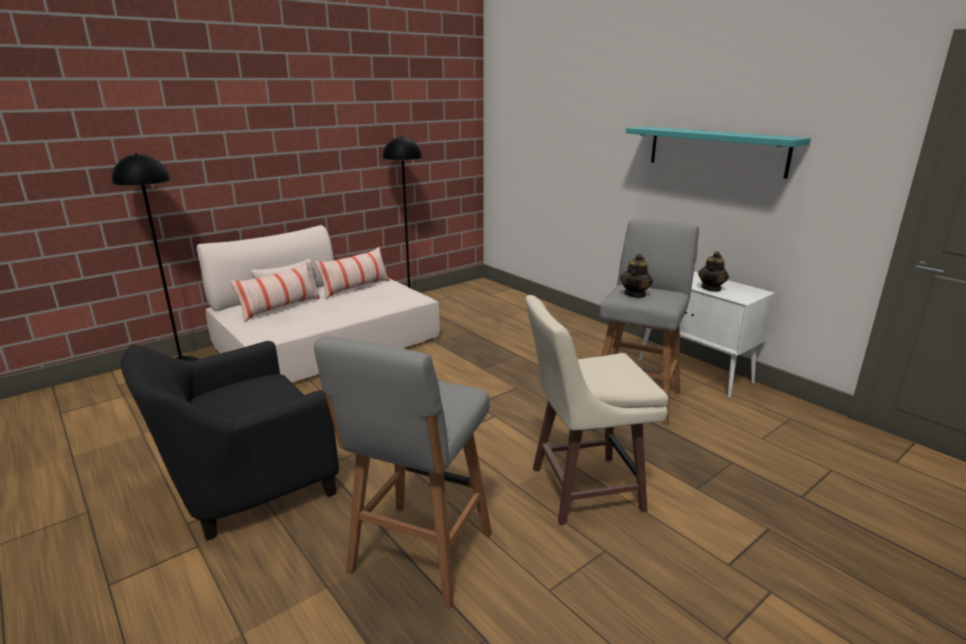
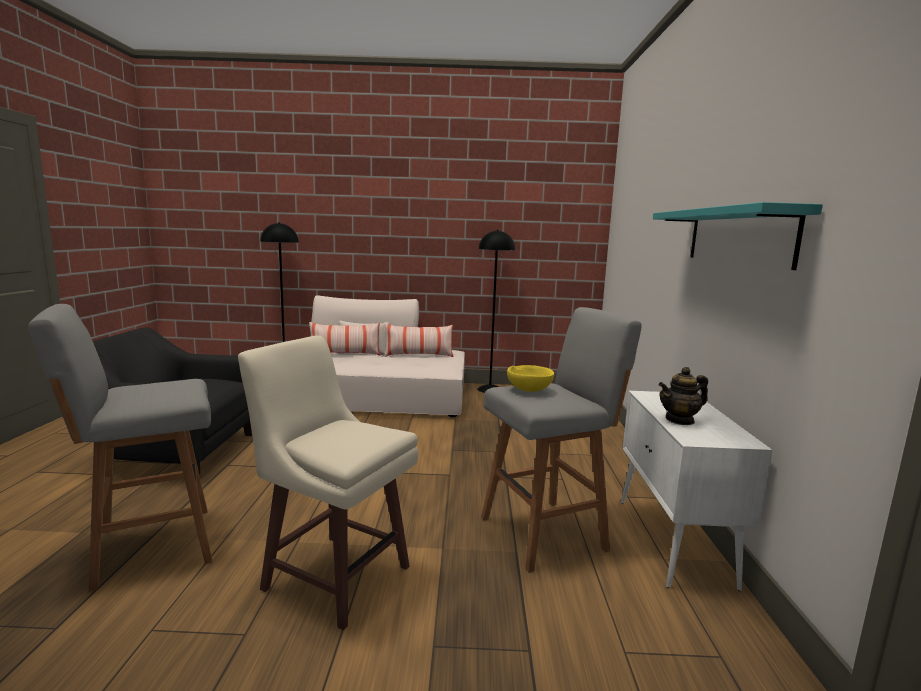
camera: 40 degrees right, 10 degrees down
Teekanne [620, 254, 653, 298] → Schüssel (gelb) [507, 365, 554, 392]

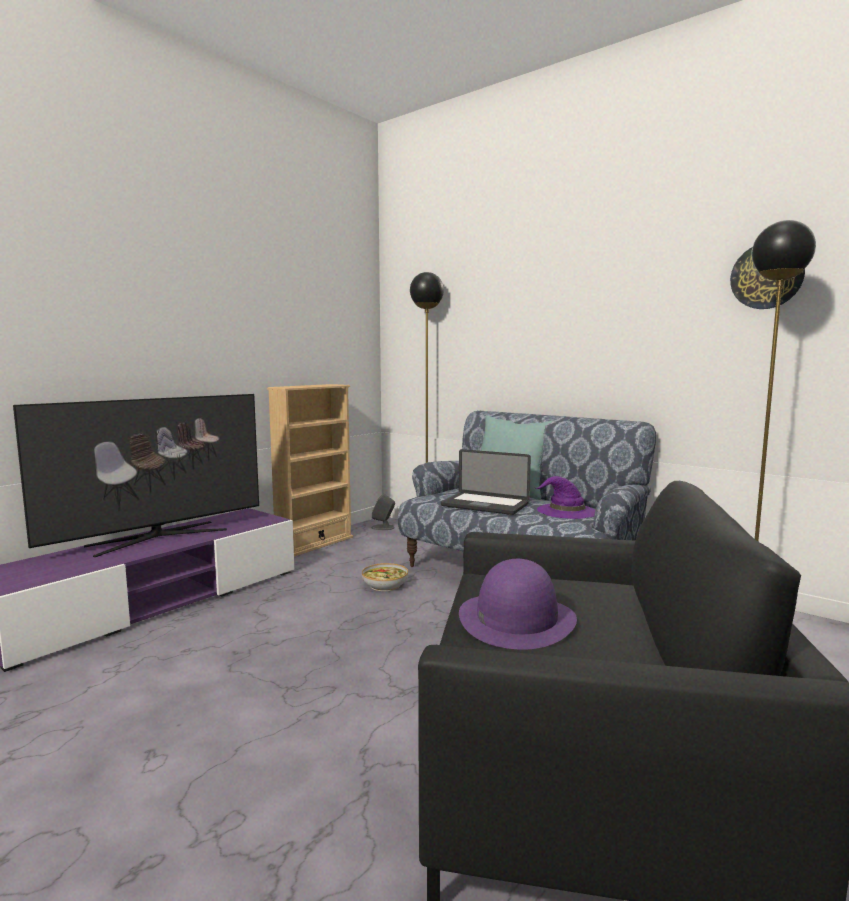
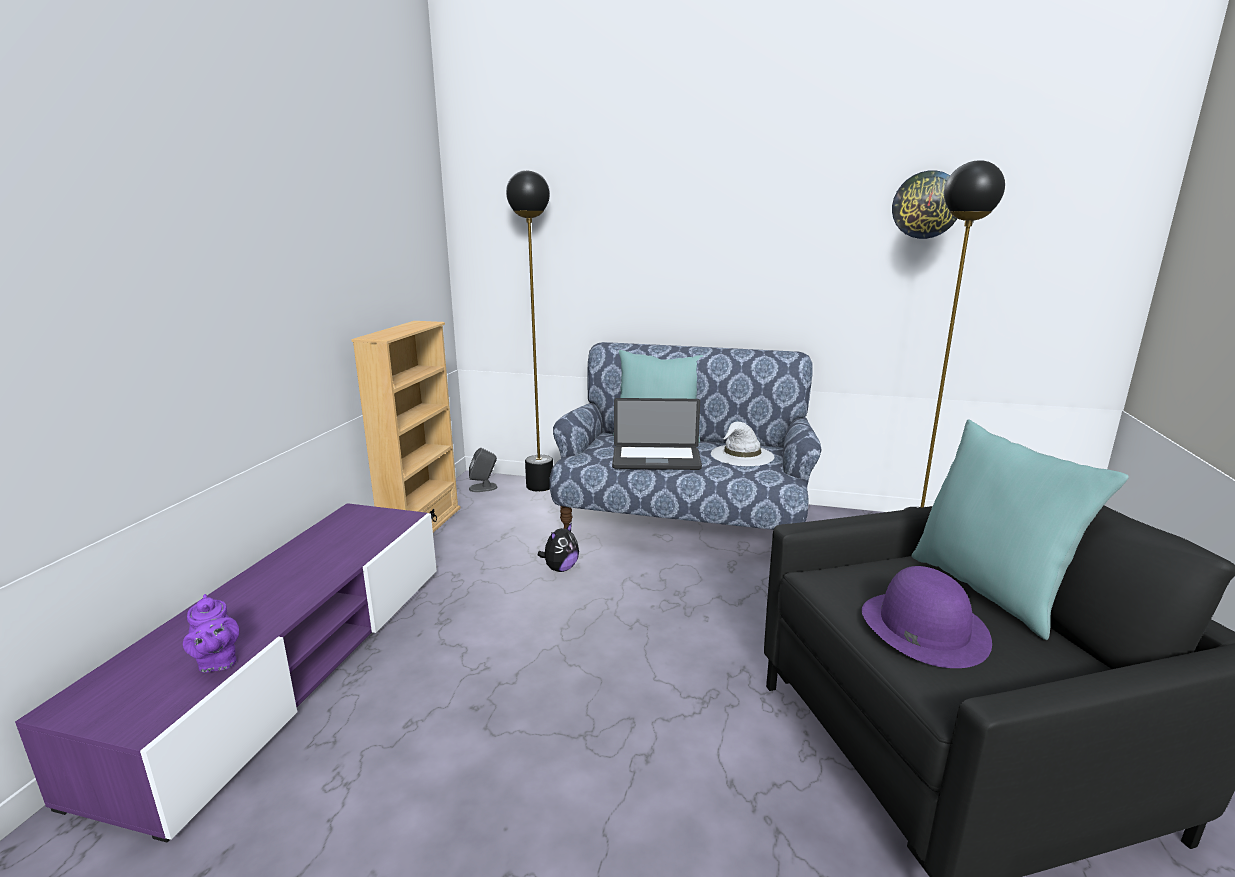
camera: 25 degrees left, 10 degrees up
Fernseher [13, 394, 259, 557] → -
Schüssel [362, 563, 408, 591] → Plüschtier [537, 522, 579, 572]
Hut (lila) [535, 476, 595, 519] → Hut (weiß) [711, 422, 774, 466]
- → Teekanne (lila) [183, 594, 239, 673]
- → Kissen (türkis) [912, 419, 1129, 640]

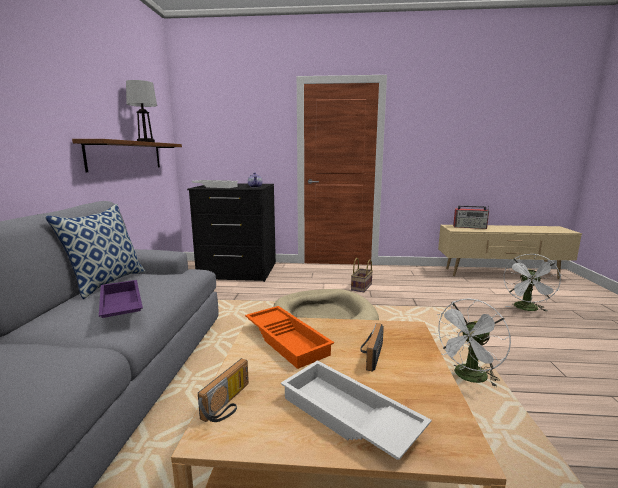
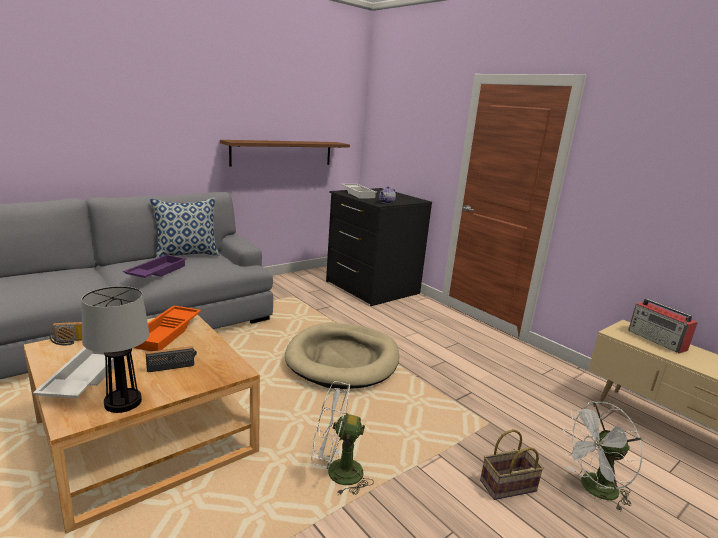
camera: 45 degrees right, 5 degrees up
Tischlampe [126, 80, 157, 142] → Tischlampe [81, 286, 149, 413], move
Korb [351, 258, 373, 292] → Korb [480, 429, 544, 500], move

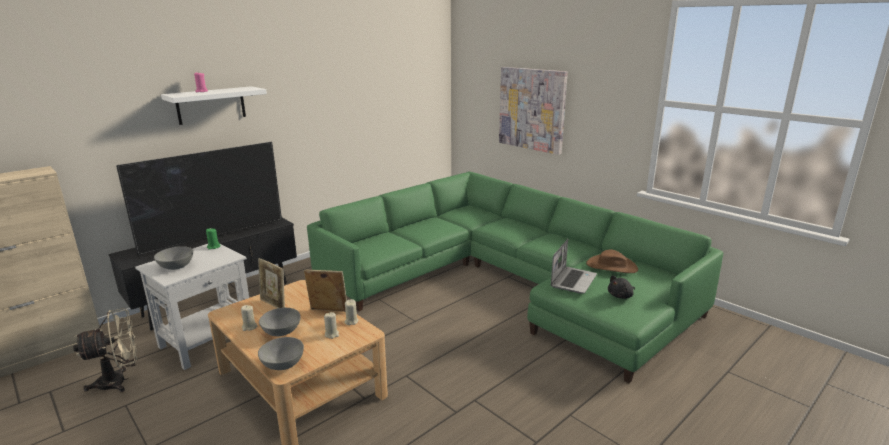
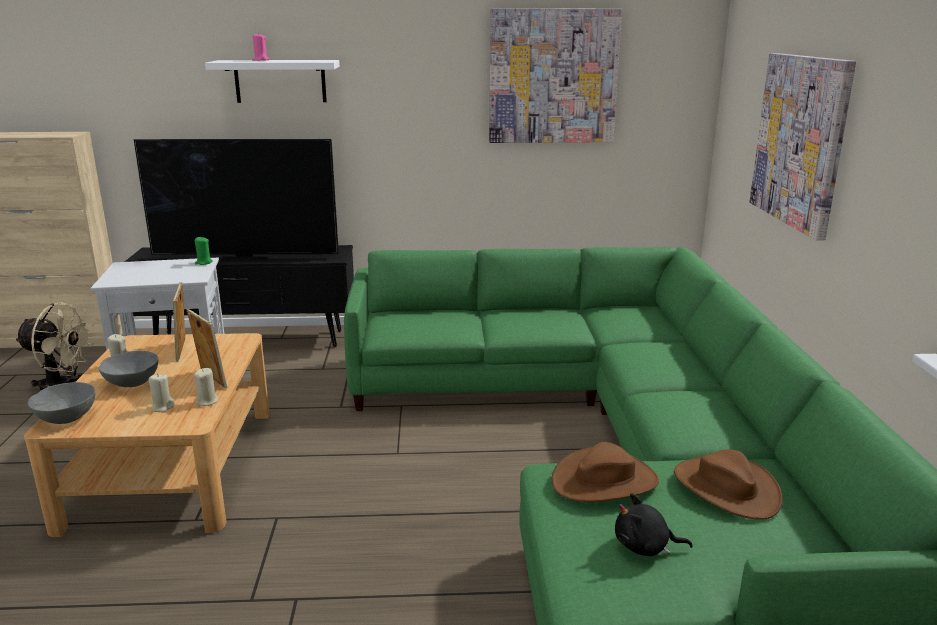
camera: 40 degrees right, 0 degrees up
Schüssel (grau) [154, 246, 193, 270] → -
Laptop [551, 239, 597, 293] → Hut (braun) [551, 442, 659, 502]
- → Bild [489, 9, 622, 143]

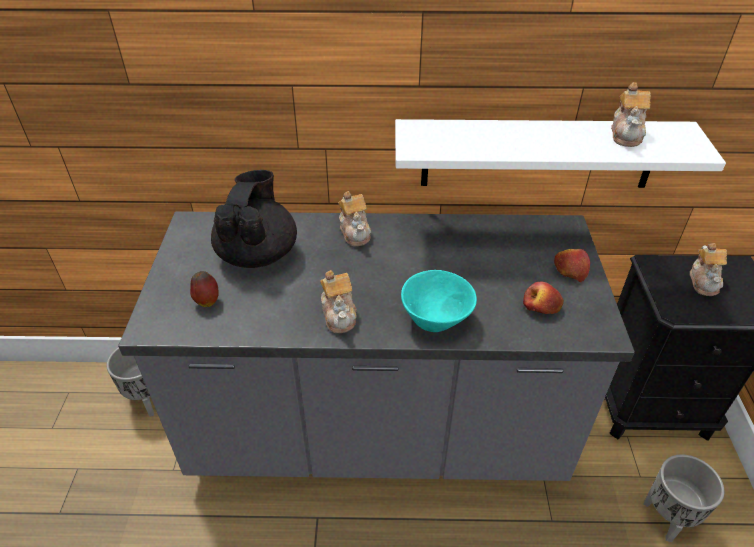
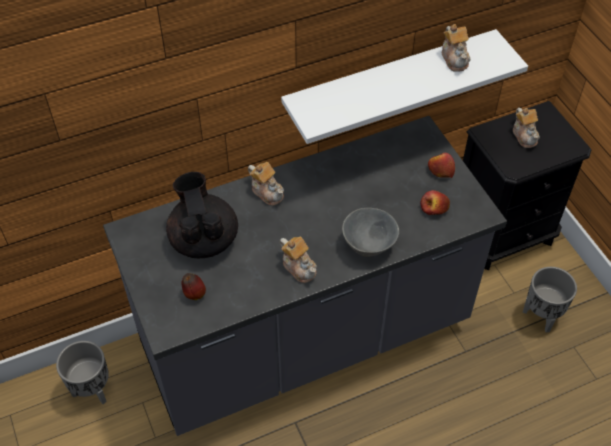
camera: 25 degrees left, 10 degrees up
Schüssel (türkis) [401, 270, 477, 332] → Schüssel (grau) [342, 208, 399, 257]

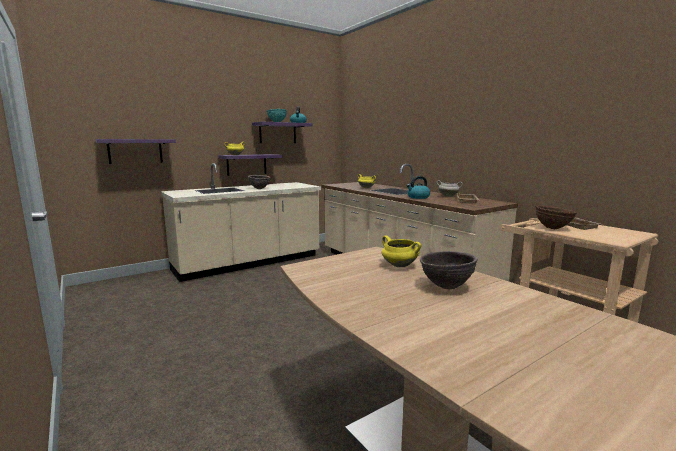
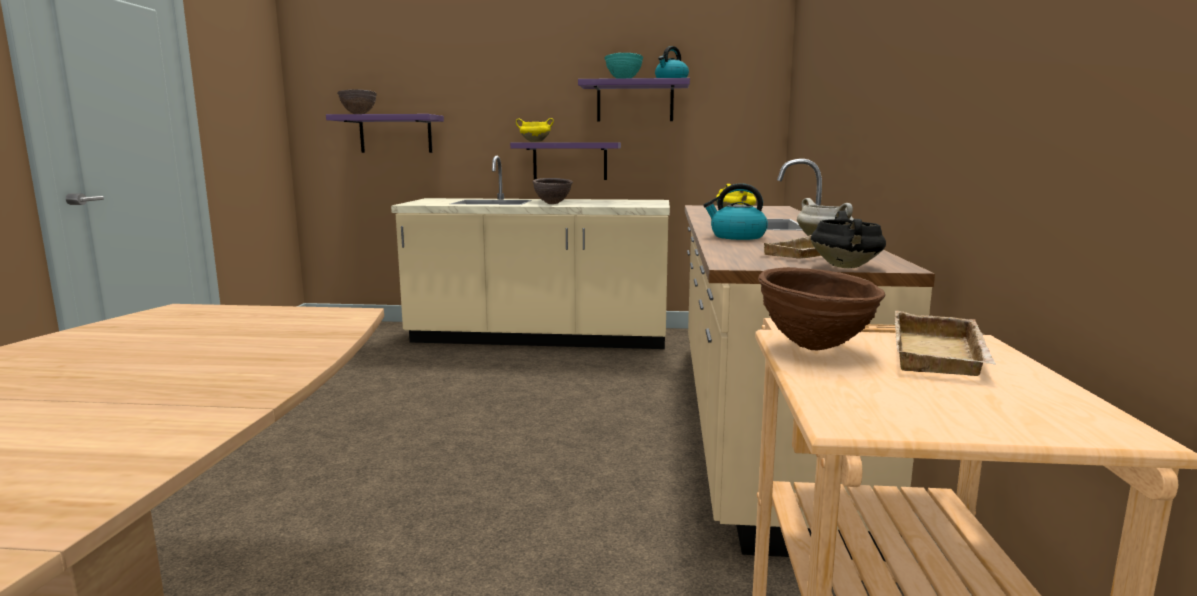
camera: 40 degrees right, 0 degrees up
Kochtopf (gelb) [382, 235, 421, 267] → -
Schüssel (braun) [420, 251, 478, 290] → Schüssel (braun) [337, 89, 377, 114], move
- → Kochtopf (schwarz) [811, 211, 886, 268]

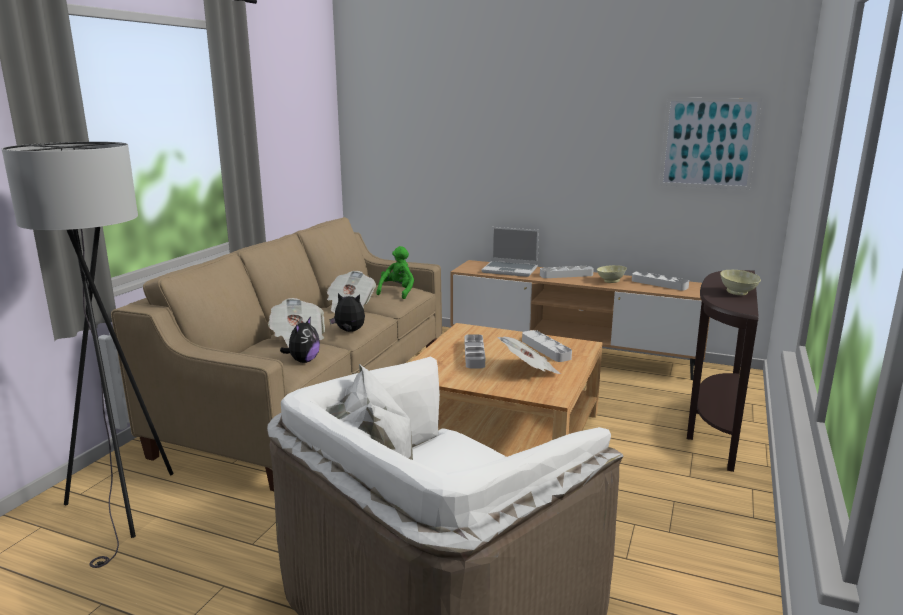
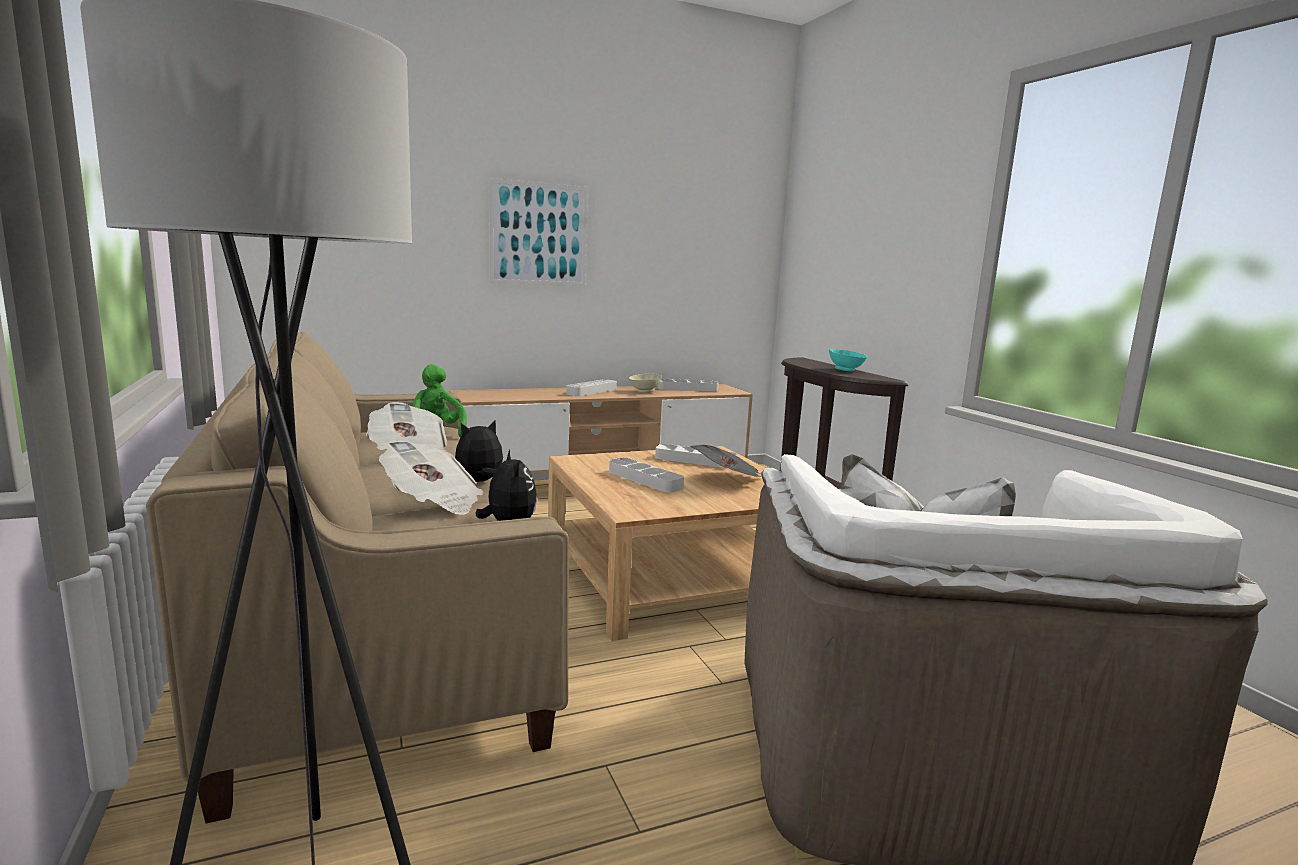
camera: 45 degrees left, 5 degrees down
Laptop [482, 227, 539, 277] → -
Bild [659, 98, 762, 190] → Bild [489, 178, 588, 286], move
Schüssel (beige) [720, 270, 761, 295] → Schüssel (türkis) [829, 349, 867, 371]

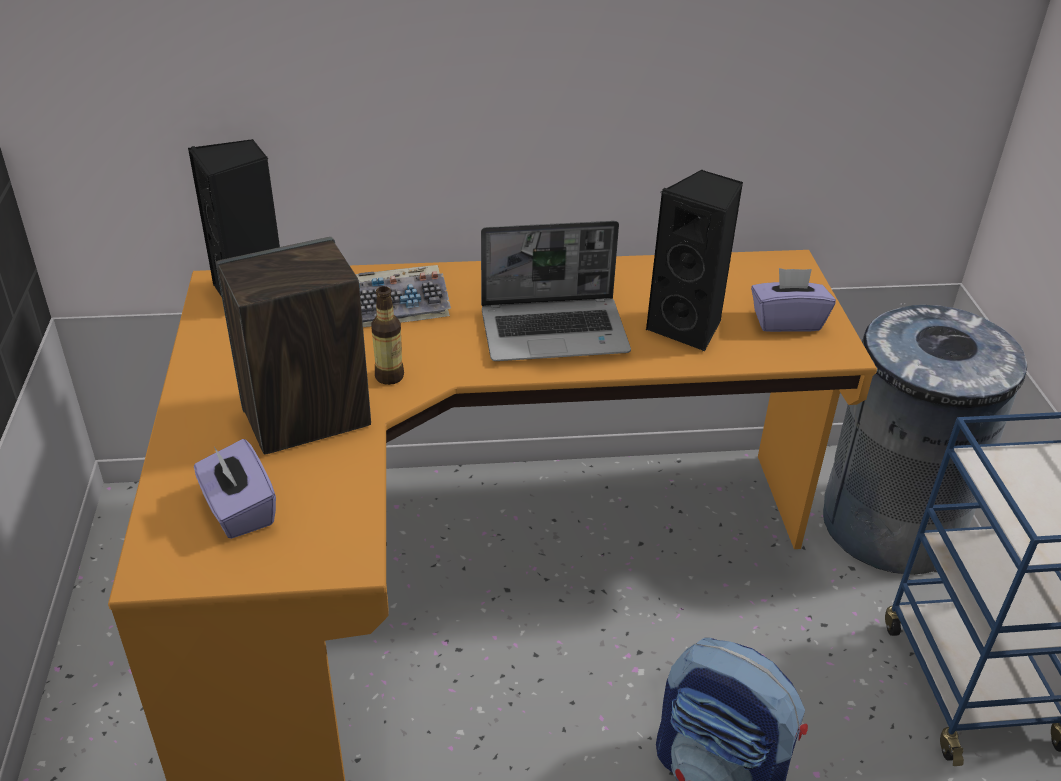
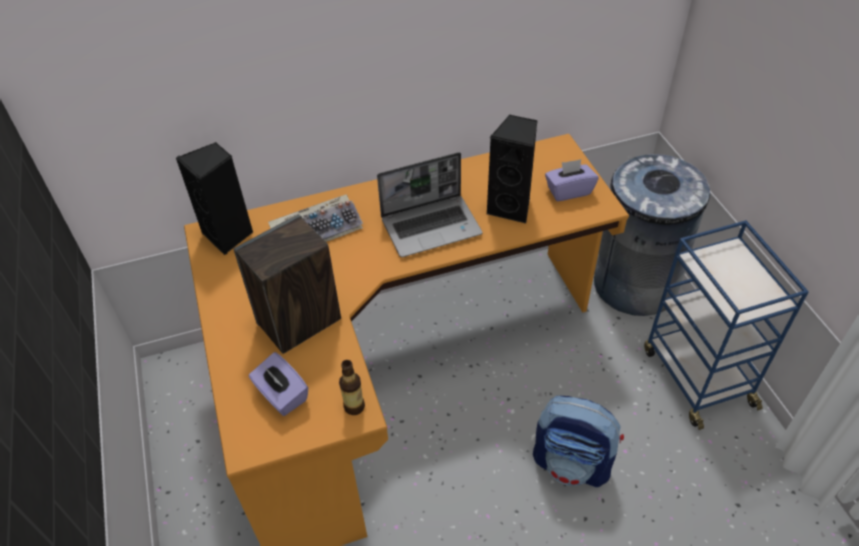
camera: 10 degrees left, 10 degrees up
Flasche [371, 286, 404, 385] → Flasche [339, 360, 365, 415], move

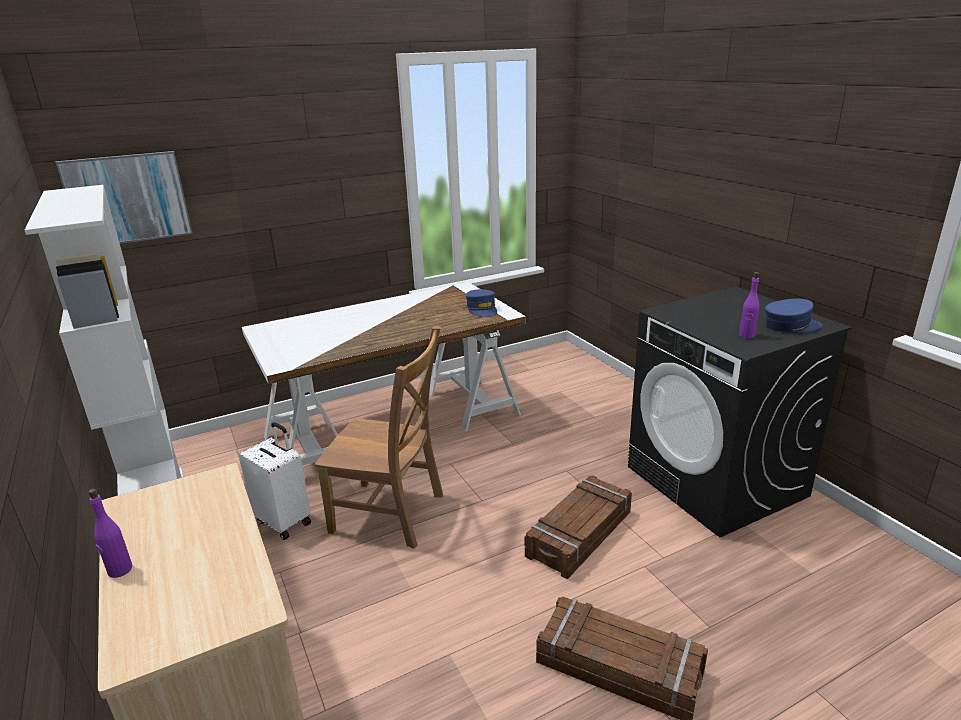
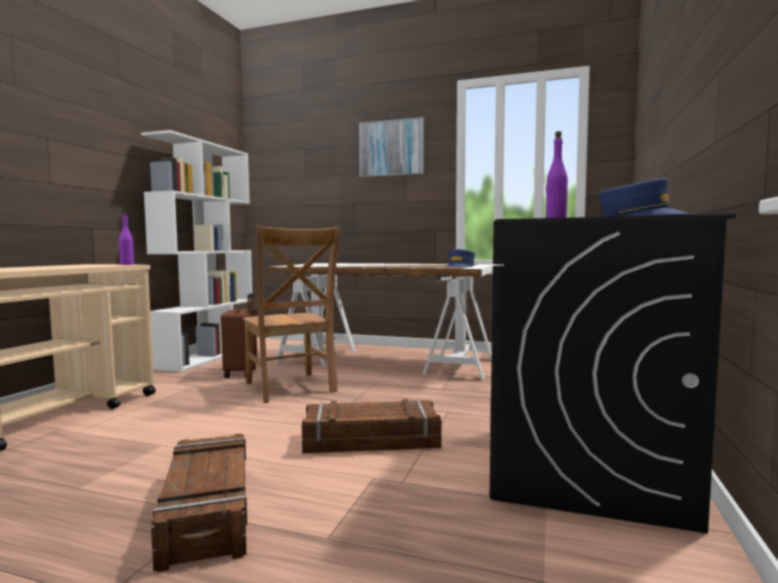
camera: 45 degrees right, 20 degrees down
Bild [55, 151, 193, 244] → Bild [359, 117, 424, 177], move
Flasche (lila) [88, 489, 132, 578] → Flasche (lila) [119, 211, 134, 265], move
Koffer (weiß) [239, 422, 311, 540] → Koffer (braun) [221, 293, 257, 378]

